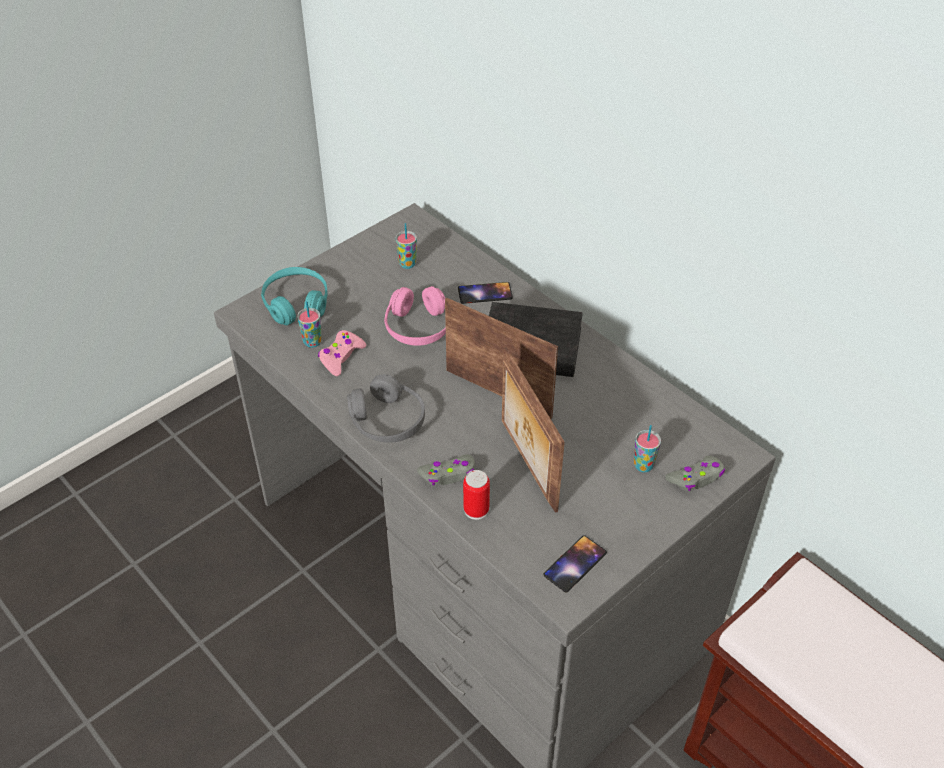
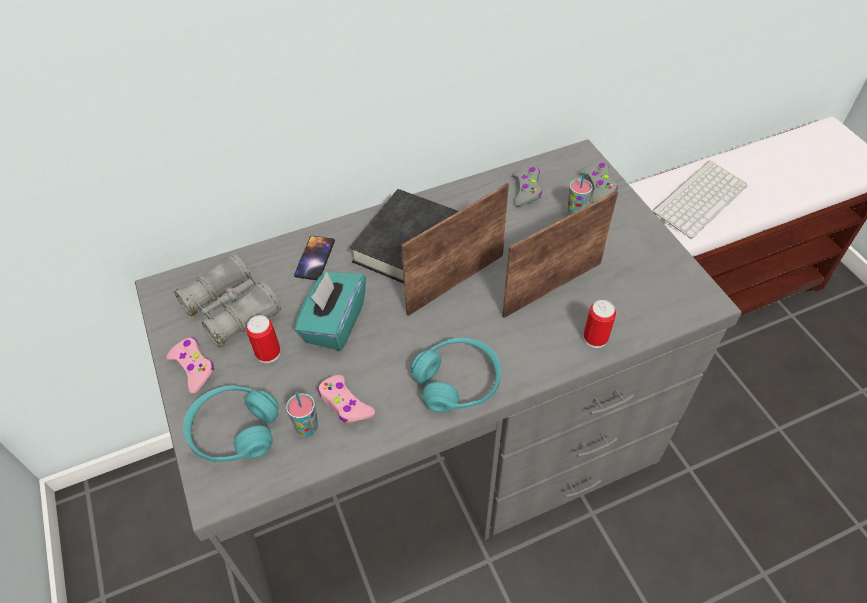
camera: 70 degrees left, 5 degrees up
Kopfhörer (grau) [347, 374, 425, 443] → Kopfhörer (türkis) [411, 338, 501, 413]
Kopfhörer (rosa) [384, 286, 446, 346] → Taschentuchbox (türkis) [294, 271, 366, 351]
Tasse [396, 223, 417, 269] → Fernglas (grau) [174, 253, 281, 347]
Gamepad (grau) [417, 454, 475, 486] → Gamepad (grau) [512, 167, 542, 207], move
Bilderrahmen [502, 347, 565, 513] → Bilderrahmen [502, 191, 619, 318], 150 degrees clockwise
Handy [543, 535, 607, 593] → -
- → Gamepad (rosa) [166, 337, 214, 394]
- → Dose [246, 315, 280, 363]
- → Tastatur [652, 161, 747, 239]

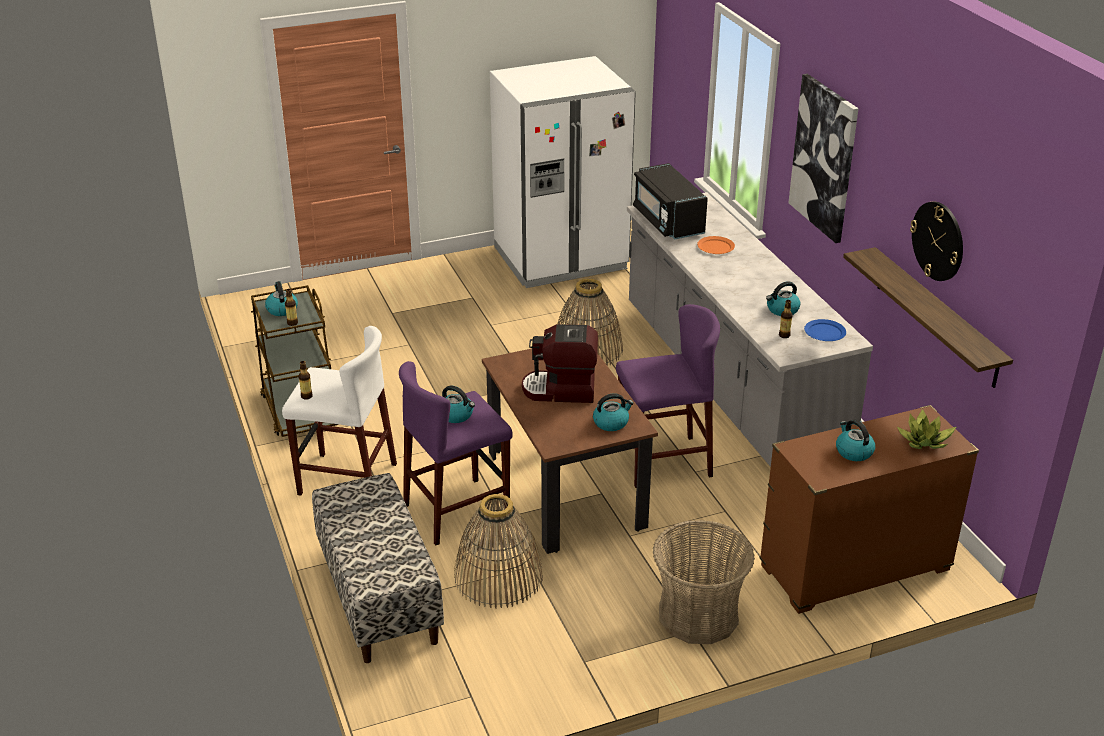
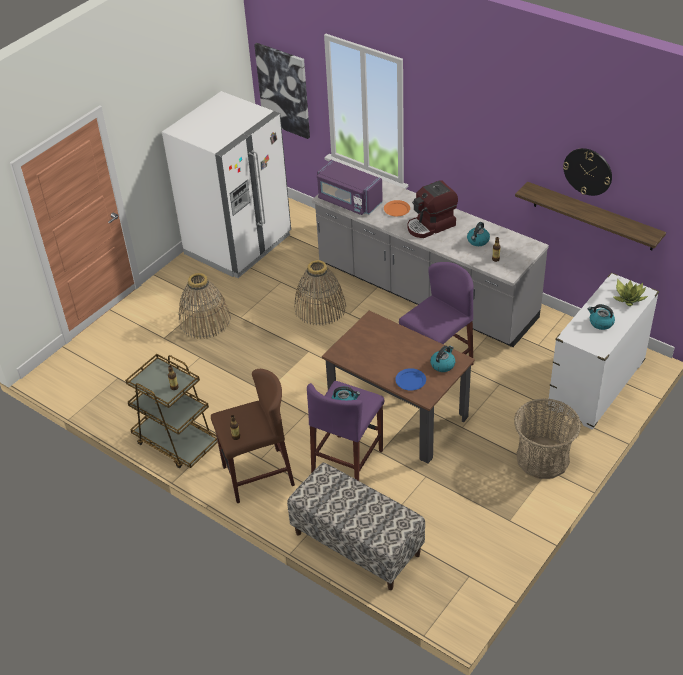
camera: 30 degrees left, 10 degrees up
Wasserkessel [265, 281, 298, 316] → -
Hocker (weiß) [282, 326, 397, 496] → Hocker (braun) [211, 369, 295, 503]
Korb [454, 494, 543, 609] → Korb [178, 273, 231, 339], move
Kaffeemaschine [522, 324, 598, 403] → Kaffeemaschine [407, 181, 458, 238], move
Mikrowelle (schwarz) [633, 163, 708, 239] → Mikrowelle (lila) [317, 160, 383, 215]
Kommode (braun) [759, 405, 979, 614] → Kommode (weiß) [548, 272, 659, 430]
Bild [788, 74, 858, 243] → Bild [254, 43, 310, 139], move
Teller (blau) [804, 319, 846, 341] → Teller (blau) [395, 368, 426, 391], move

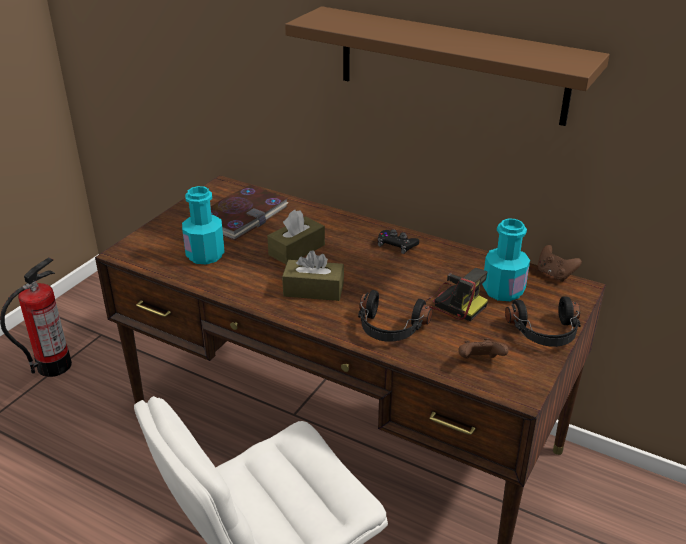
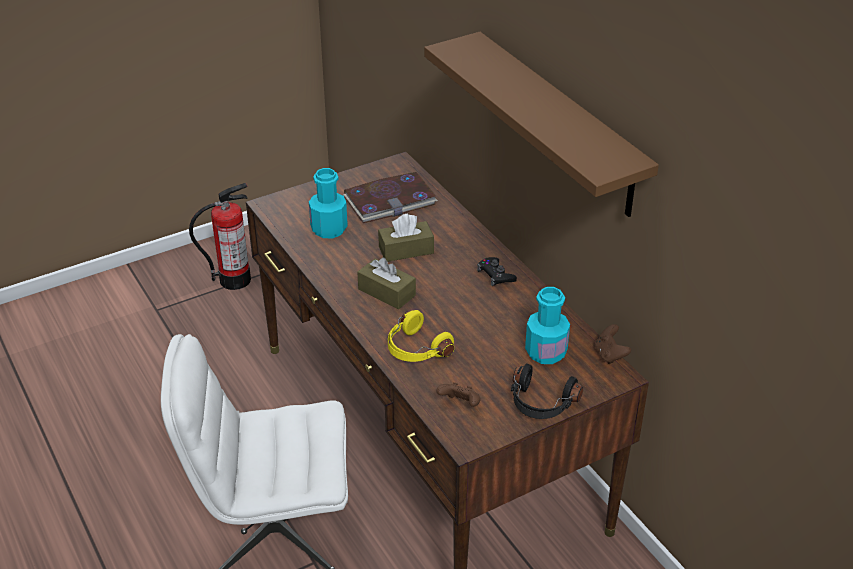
camera: 30 degrees right, 5 degrees up
Kopfhörer (schwarz) [358, 290, 432, 342] → Kopfhörer (gelb) [388, 310, 454, 362]
Kamera [425, 268, 488, 321] → -

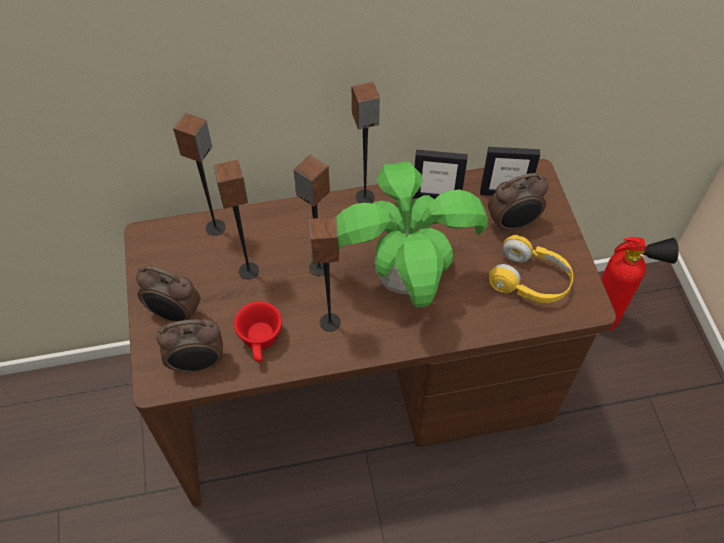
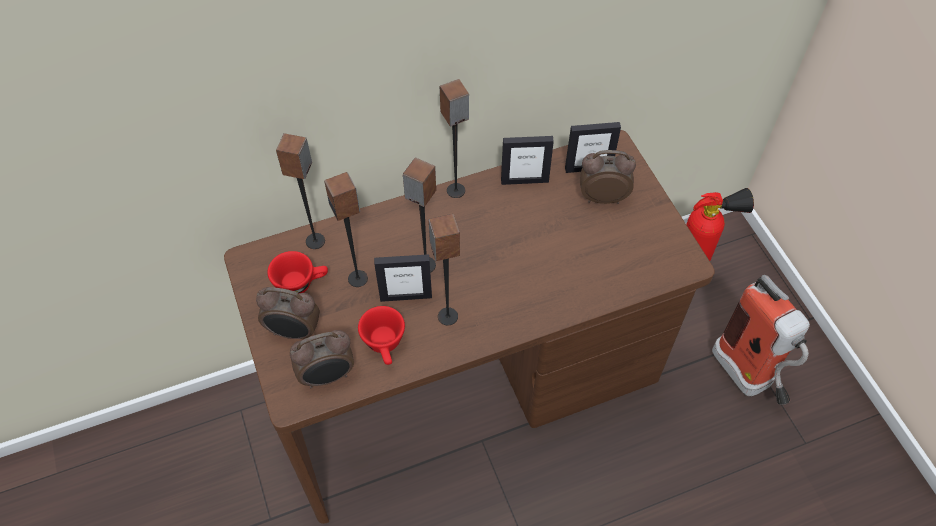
camera: 10 degrees left, 0 degrees up
Topfpflanze [336, 161, 488, 307] → -
Wecker [488, 173, 549, 233] → Wecker [580, 150, 636, 204], 150 degrees counterclockwise
Kopfhörer (gelb) [489, 235, 573, 303] → -
- → Tasse (rot) [268, 251, 328, 294]
- → Bilderrahmen [374, 254, 432, 302]
- → Feuerlöscher [712, 275, 810, 405]

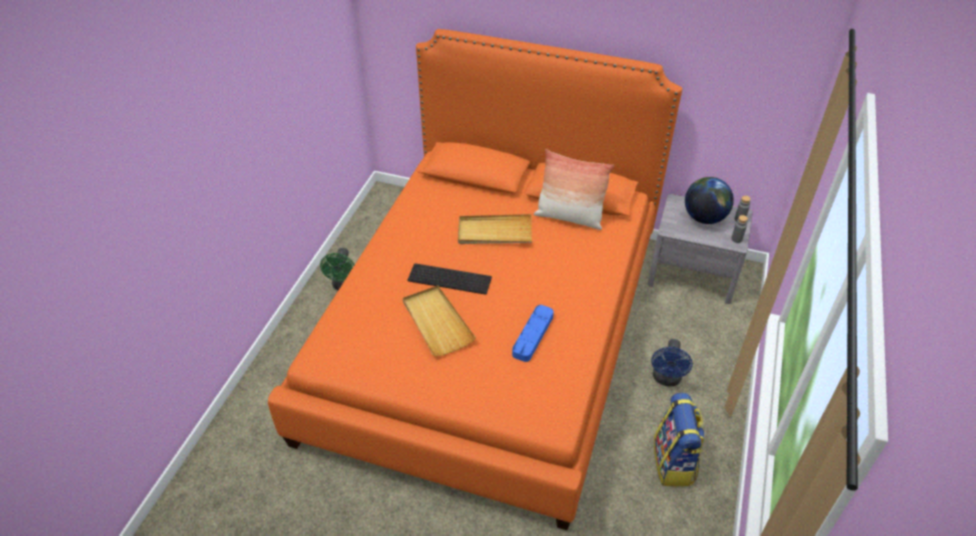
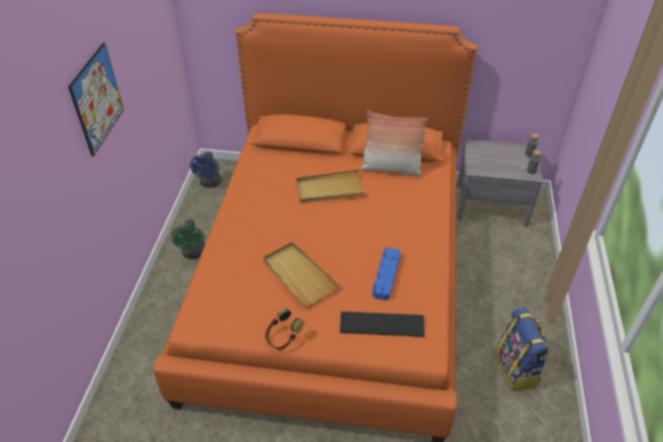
camera: 10 degrees left, 0 degrees up
Tastatur [408, 263, 492, 295] → Tastatur [340, 311, 425, 337], move
Ventilator (blau) [651, 339, 693, 386] → Ventilator (blau) [190, 152, 221, 188], move
Globus [685, 177, 734, 224] → -
- → Bild [68, 42, 124, 156]
- → Kopfhörer [265, 308, 304, 349]

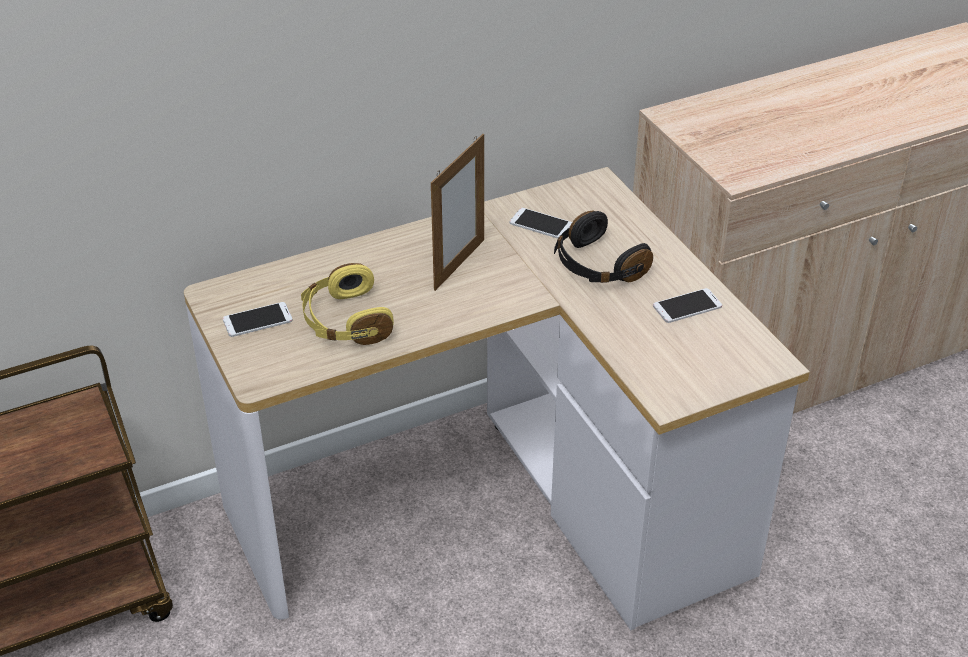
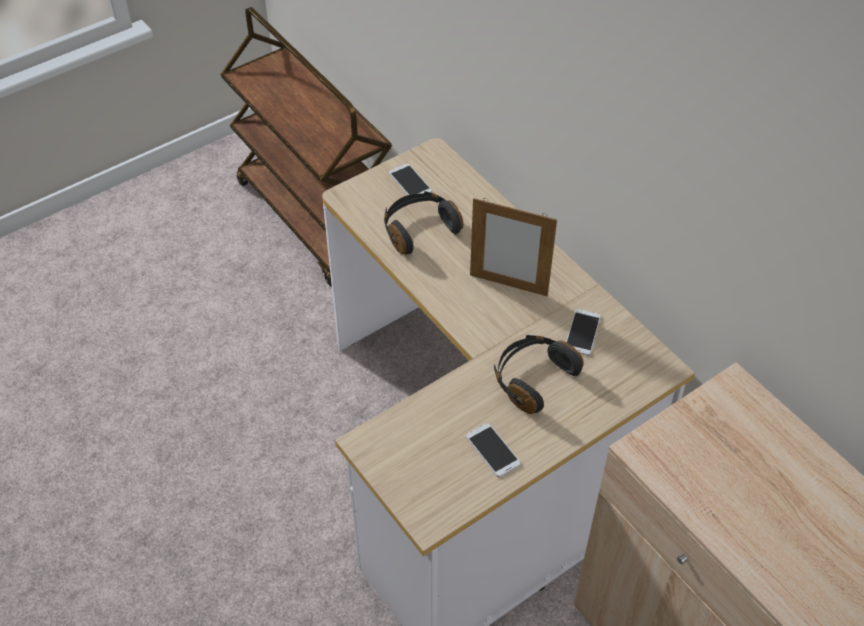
camera: 80 degrees right, 10 degrees up
Kopfhörer (gelb) [301, 263, 394, 345] → Kopfhörer (schwarz) [384, 191, 463, 255]

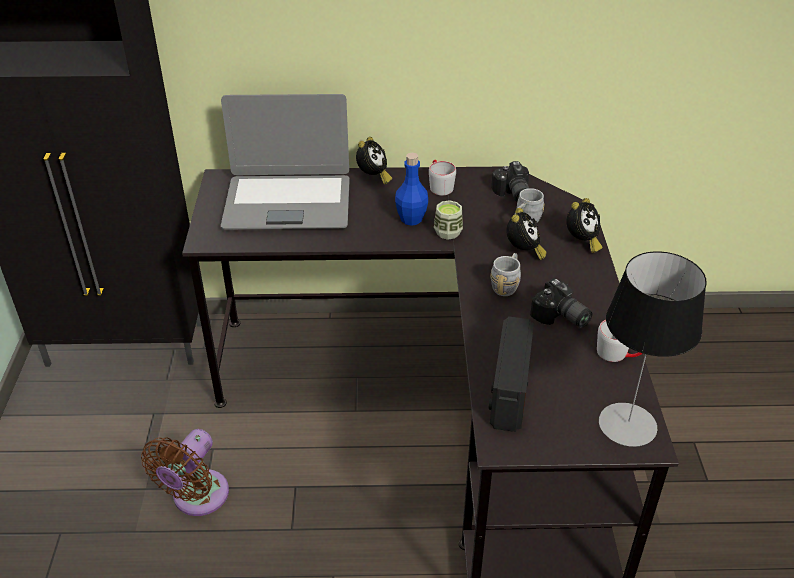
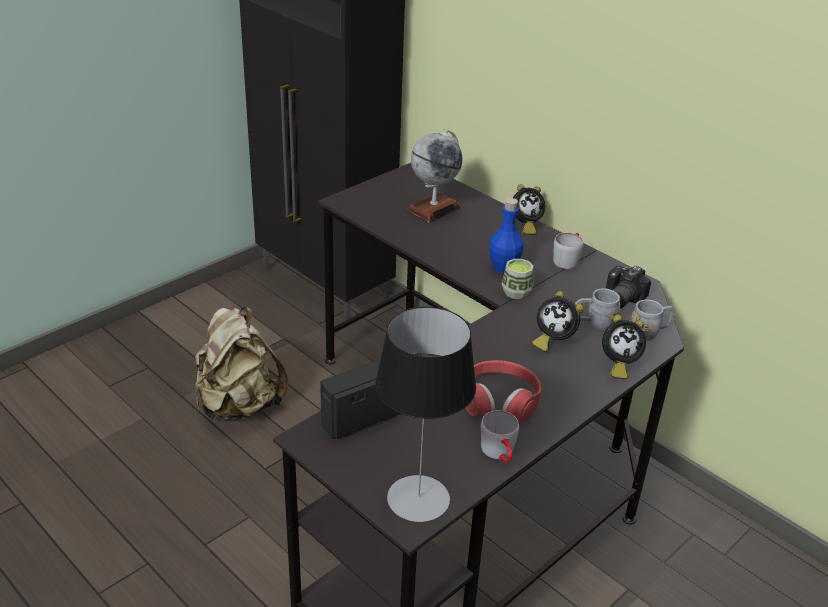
camera: 45 degrees right, 5 degrees down
Ventilator (braun) [141, 429, 229, 516] → Rucksack (beige) [195, 307, 288, 420]
Laptop [221, 94, 350, 230] → Globus [407, 129, 462, 223]
Henkelbecher (grau) [490, 253, 521, 296] → Henkelbecher (grau) [631, 299, 675, 341], move
Wecker [506, 208, 547, 260] → Wecker [532, 291, 584, 352], 60 degrees clockwise
Kamera [530, 278, 592, 328] → Kopfhörer (rot) [466, 360, 541, 422]

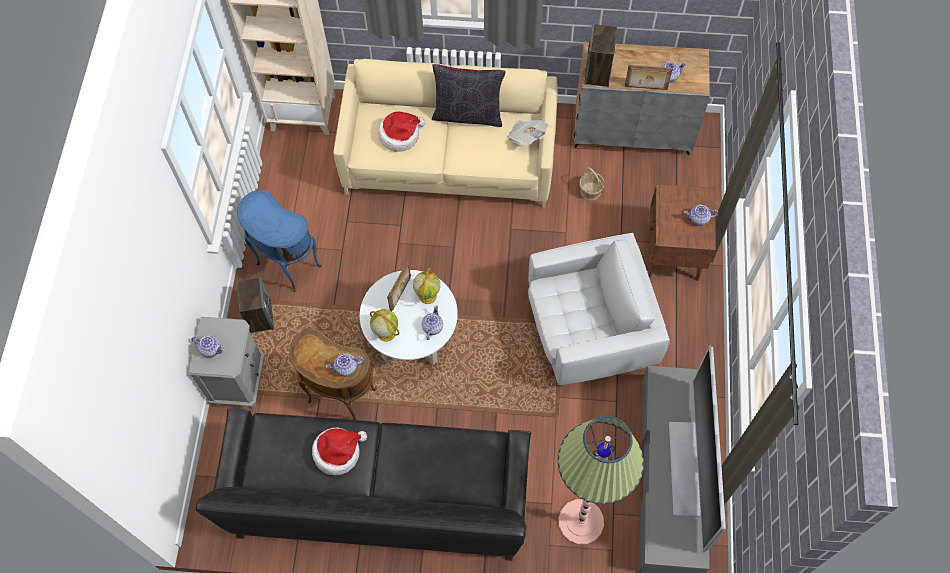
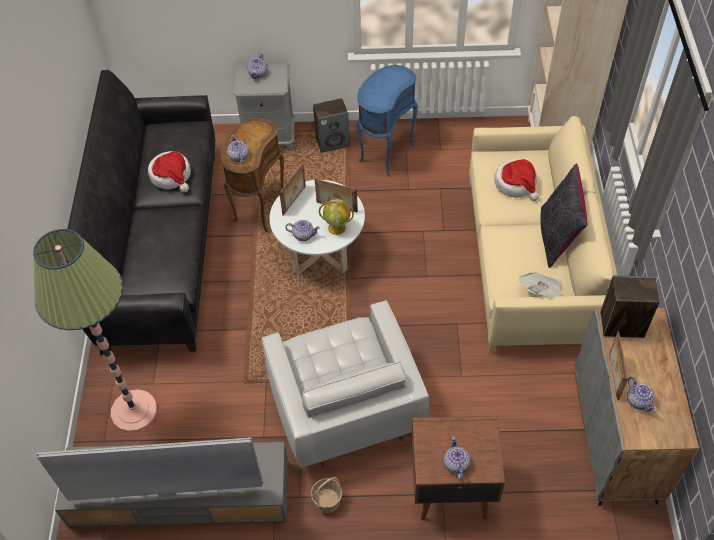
camera: 85 degrees right, 10 degrees down
Globus [370, 309, 399, 342] → Bilderrahmen [279, 163, 306, 216]
Korb [579, 167, 605, 200] → Korb [311, 477, 342, 513], move

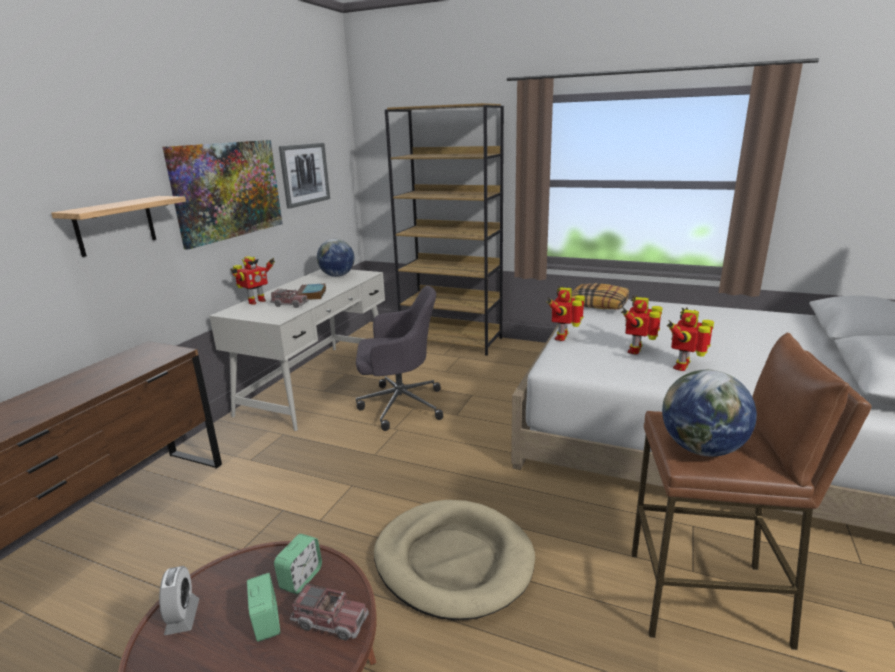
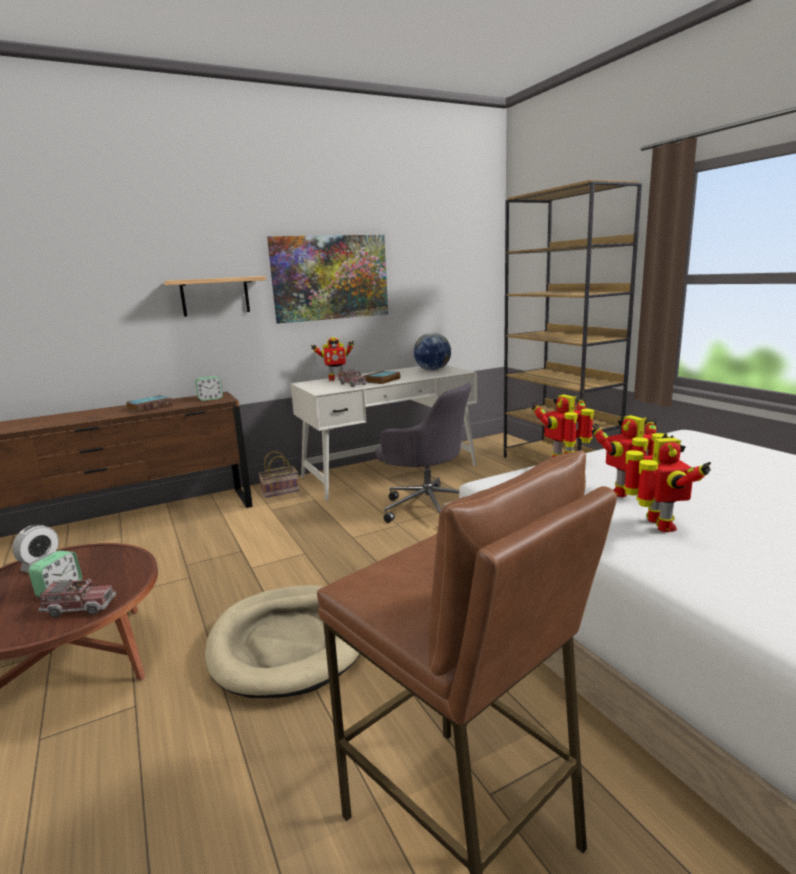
camera: 40 degrees right, 5 degrees down
Wecker [274, 534, 322, 594] → Wecker [195, 376, 223, 401], move
Bild [279, 143, 330, 209] → -
Spielzeuglaster [290, 583, 369, 640] → Spielzeuglaster [38, 578, 116, 617], 60 degrees counterclockwise
Kissen [571, 283, 629, 309] → -
Globus [662, 370, 757, 457] → -
Spielzeugroboter [667, 308, 714, 371] → Spielzeugroboter [623, 433, 711, 532], 105 degrees clockwise
- → Buch [126, 395, 173, 413]
- → Korb [258, 451, 299, 498]

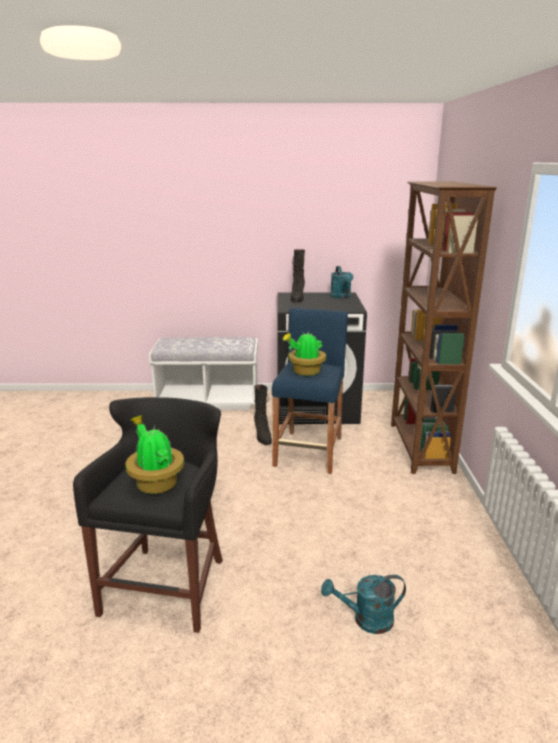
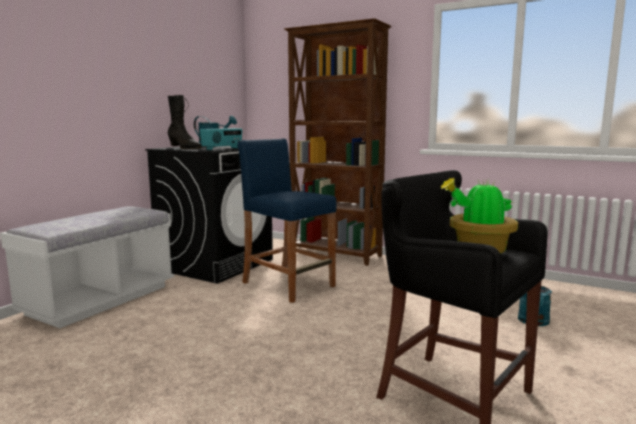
camera: 60 degrees left, 10 degrees down
Stiefel (schwarz) [254, 384, 272, 445] → -
Topfpflanze [283, 332, 326, 376] → -
- → Radio [200, 128, 242, 150]

